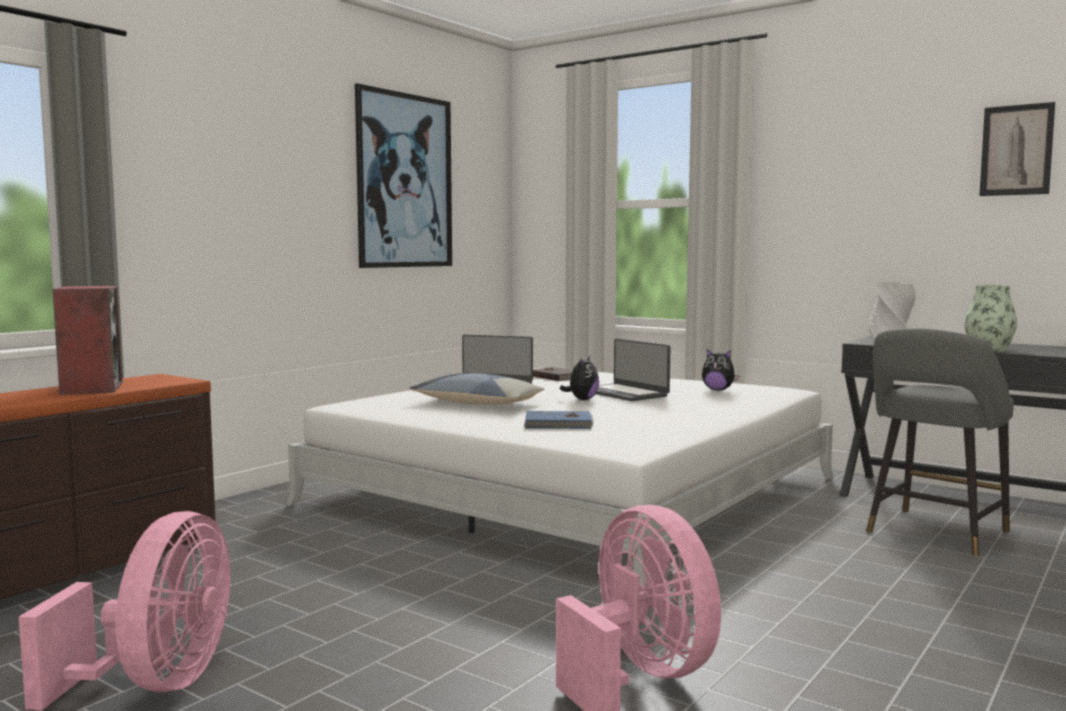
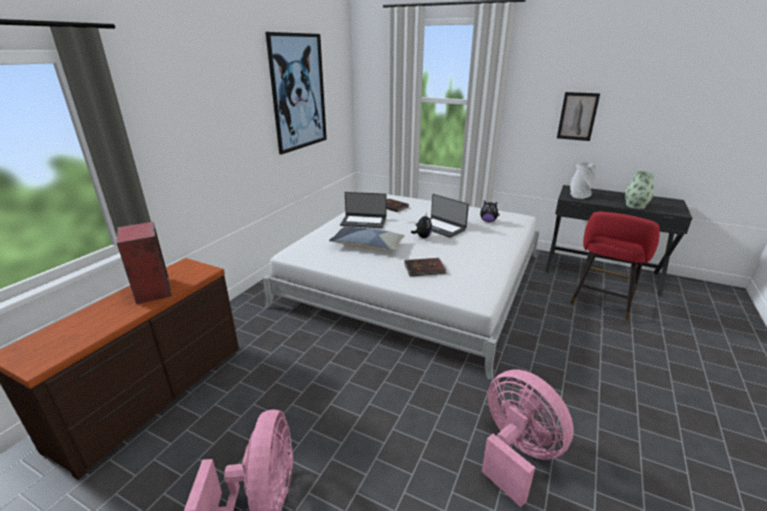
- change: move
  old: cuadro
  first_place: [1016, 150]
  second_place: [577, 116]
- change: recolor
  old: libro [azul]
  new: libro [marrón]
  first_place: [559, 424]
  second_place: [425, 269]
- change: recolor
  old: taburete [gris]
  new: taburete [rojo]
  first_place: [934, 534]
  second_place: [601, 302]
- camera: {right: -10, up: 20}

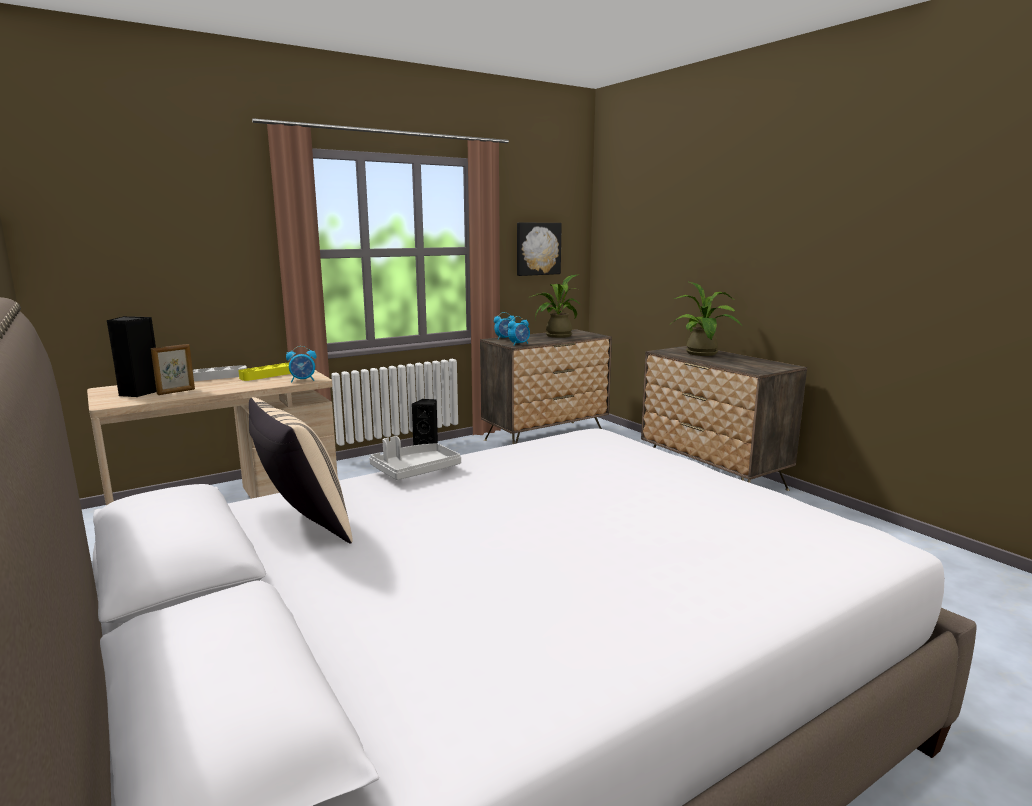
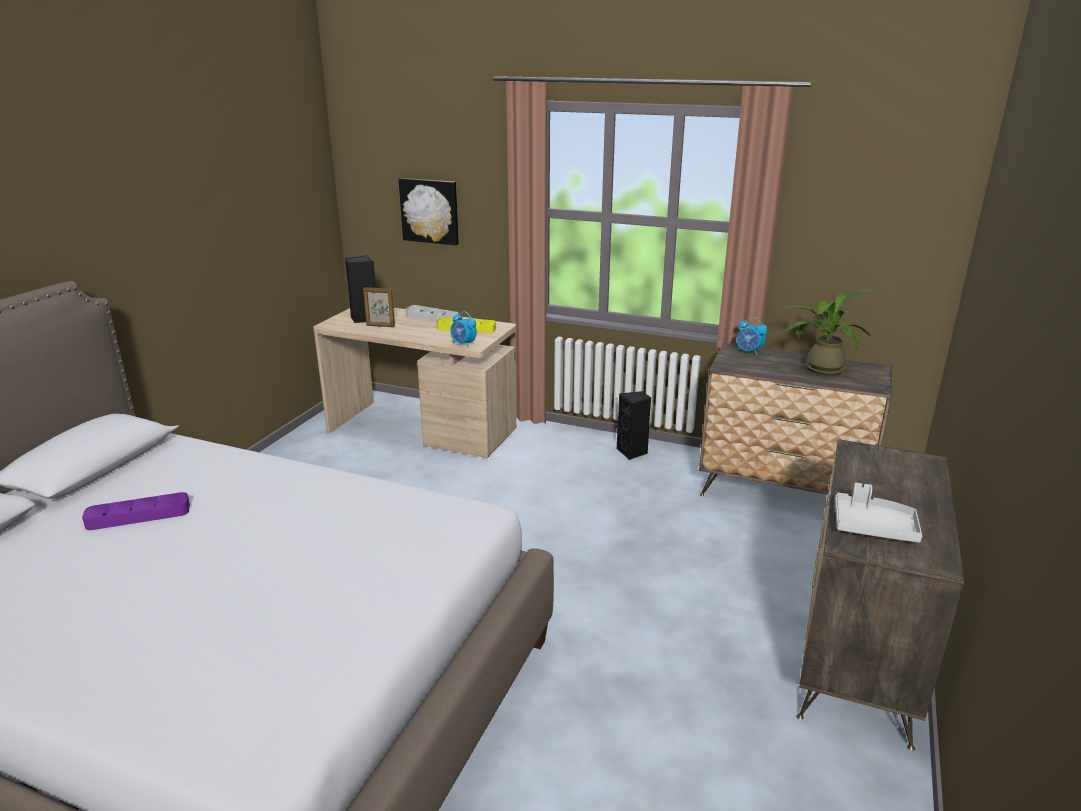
- change: delete
  old: cojín [beis]
  first_place: [302, 526]
- change: delete
  old: despertador
  first_place: [519, 344]
- change: delete
  old: planta en maceta
  first_place: [703, 354]
- change: insert
  new: bandeja [morado]
  second_place: [138, 516]
- change: move
  old: bandeja [gris]
  first_place: [415, 471]
  second_place: [873, 527]
- change: move
  old: cuadro
  first_place: [537, 248]
  second_place: [430, 211]
- camera: {right: 55, up: 10}

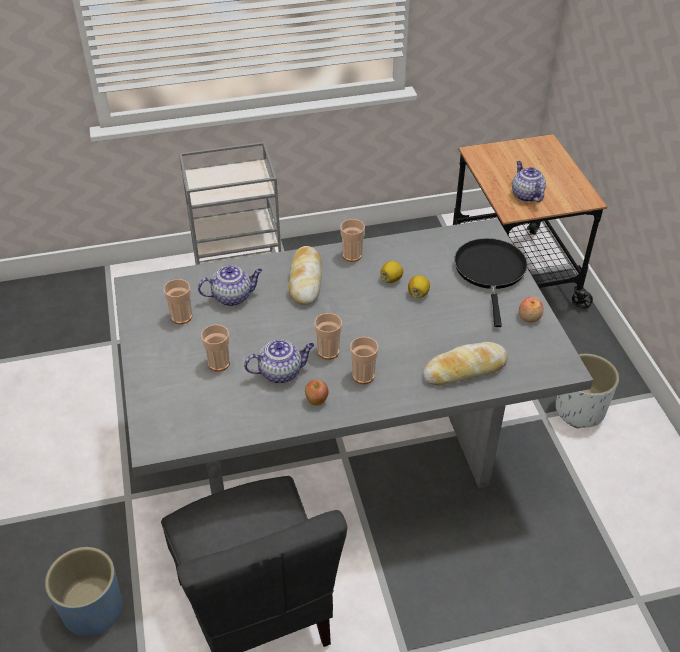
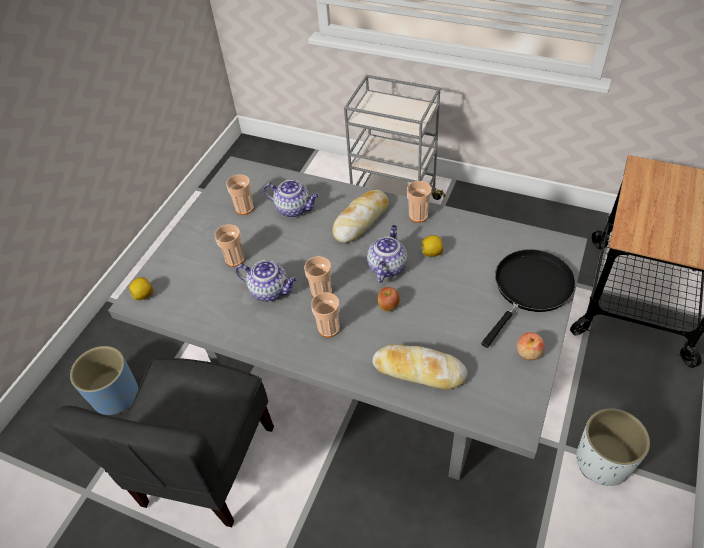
- change: move
  old: manzana
  first_place: [316, 400]
  second_place: [388, 306]
- change: move
  old: limón
  first_place: [418, 294]
  second_place: [144, 295]
- change: move
  old: tetera
  first_place: [526, 195]
  second_place: [387, 266]
- camera: {right: 40, up: 5}

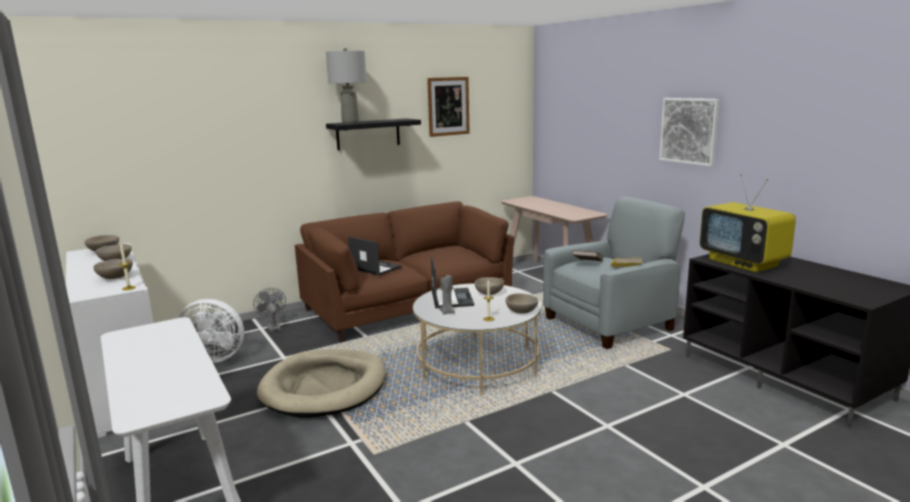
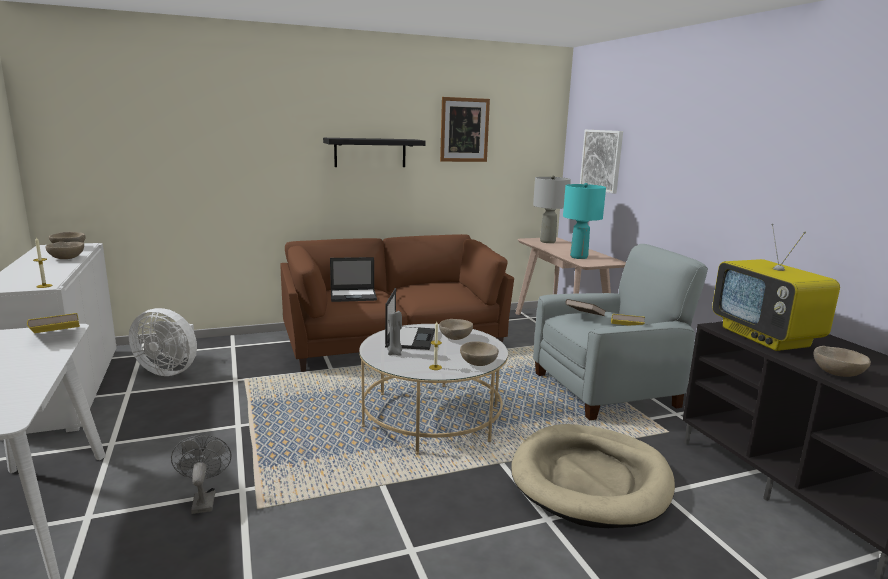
- change: insert
  new: libro [amarillo]
  second_place: [56, 336]
- change: insert
  new: lámpara de mesa [turquesa]
  second_place: [579, 257]
- change: move
  old: cuenco [beis]
  first_place: [116, 277]
  second_place: [838, 374]
- change: move
  old: ventilador [gris]
  first_place: [272, 327]
  second_place: [203, 500]
- change: move
  old: cama para perro [beis]
  first_place: [325, 387]
  second_place: [590, 479]
- change: move
  old: lámpara de mesa [gris]
  first_place: [350, 123]
  second_place: [547, 241]
- change: move
  old: cuadro
  first_place: [689, 131]
  second_place: [601, 160]
- change: rotate
  old: portátil
  first_place: [375, 267]
  second_place: [354, 296]
  degrees: 120
- camera: {right: 10, up: 0}

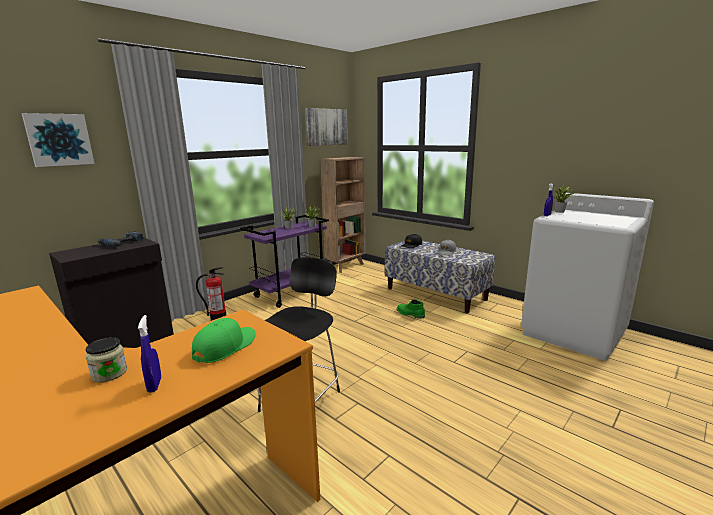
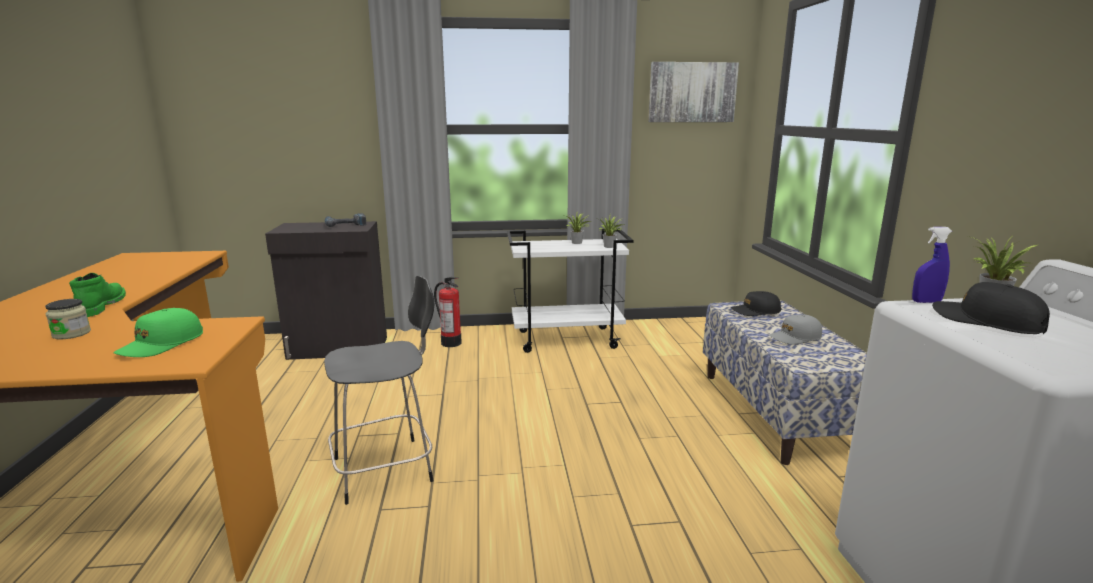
- change: delete
  old: cuadro
  first_place: [59, 140]
- change: delete
  old: pulverizador [azul]
  first_place: [154, 385]
- change: delete
  old: estantería [marrón]
  first_place: [346, 266]
- change: insert
  new: gorra [negro]
  second_place: [986, 321]
- change: move
  old: bota [verde]
  first_place: [410, 314]
  second_place: [101, 306]
- change: recolor
  old: carrito [morado]
  new: carrito [blanco]
  first_place: [291, 293]
  second_place: [567, 339]
- change: rotate
  old: gorra [verde]
  first_place: [225, 346]
  second_place: [161, 344]
  degrees: 135
- camera: {right: 40, up: 0}

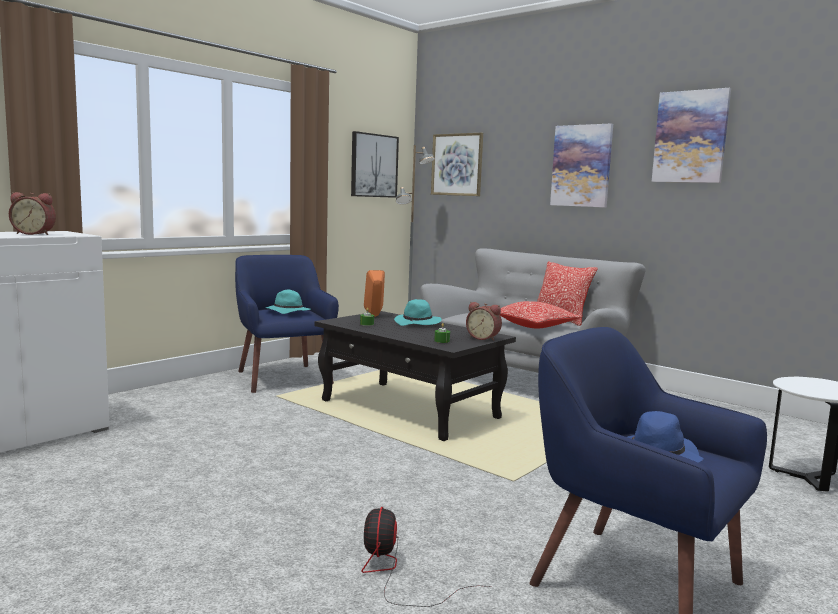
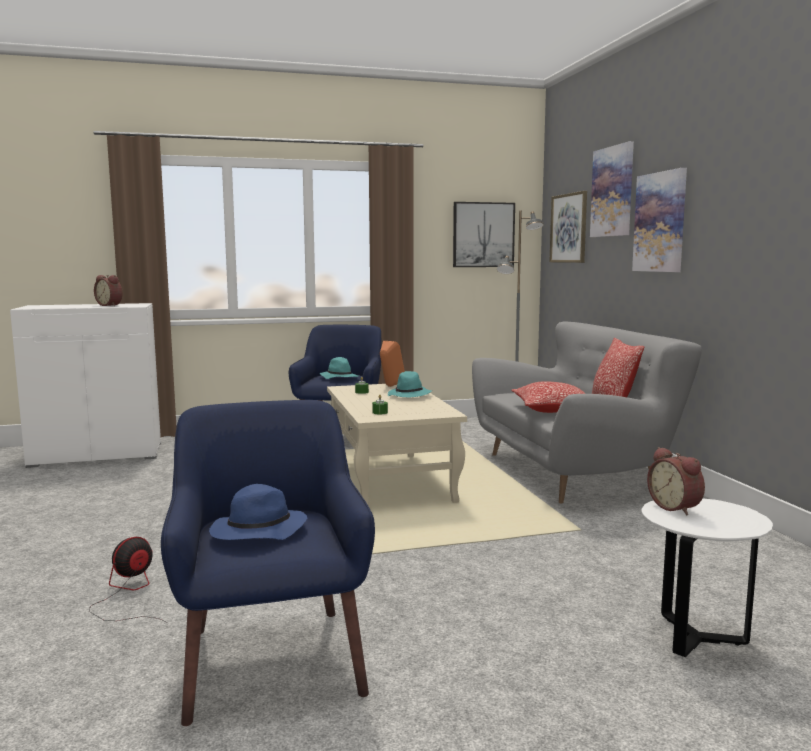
- change: move
  old: despertador
  first_place: [483, 338]
  second_place: [676, 507]
- change: move
  old: cuadro
  first_place: [690, 137]
  second_place: [612, 191]
- change: recolor
  old: mesa de centro [negro]
  new: mesa de centro [beis]
  first_place: [410, 409]
  second_place: [390, 481]
- camera: {right: 35, up: 0}

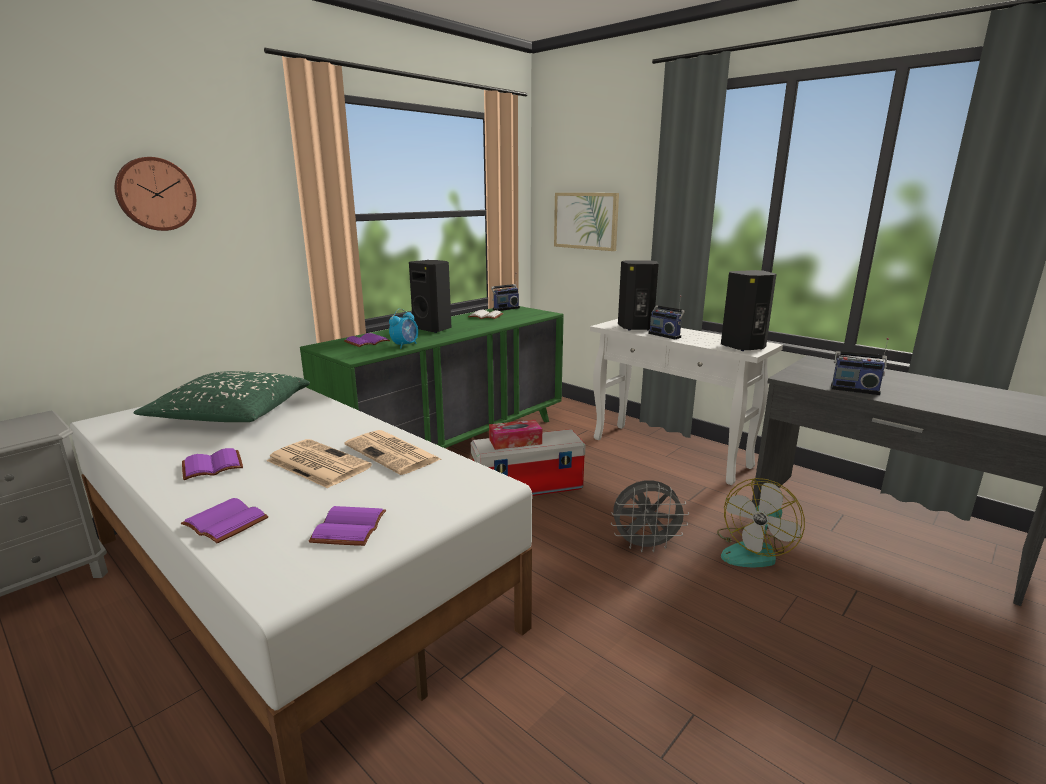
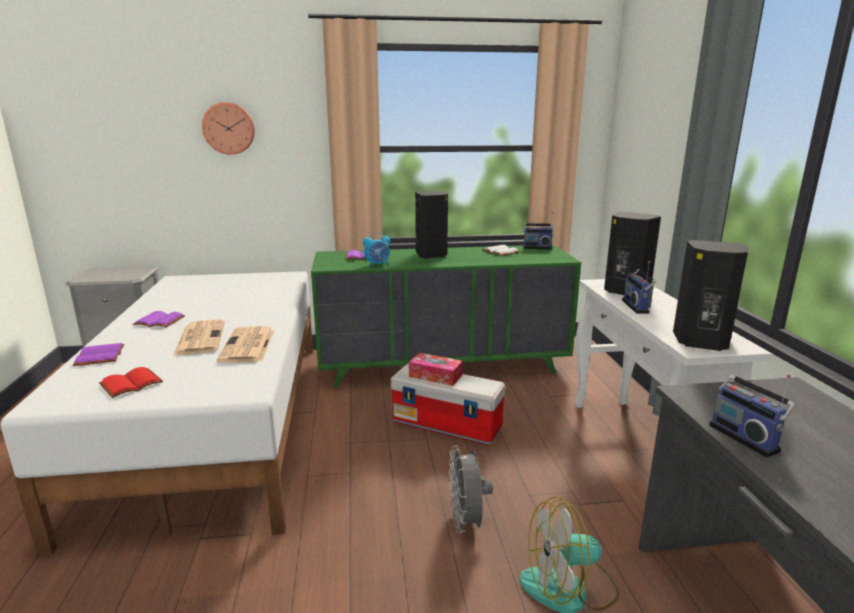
- change: delete
  old: cojín [verde]
  first_place: [230, 415]
- change: delete
  old: cuadro
  first_place: [586, 221]
- change: recolor
  old: libro [morado]
  new: libro [rojo]
  first_place: [350, 528]
  second_place: [131, 385]
- change: rotate
  old: ventilador [gris]
  first_place: [645, 546]
  second_place: [466, 522]
  degrees: 45
- camera: {right: 40, up: 0}

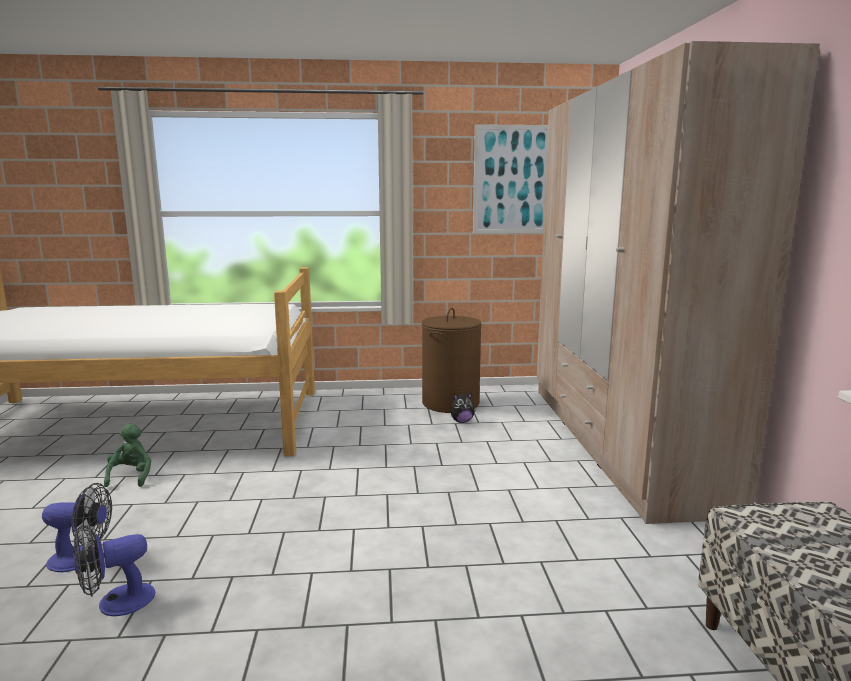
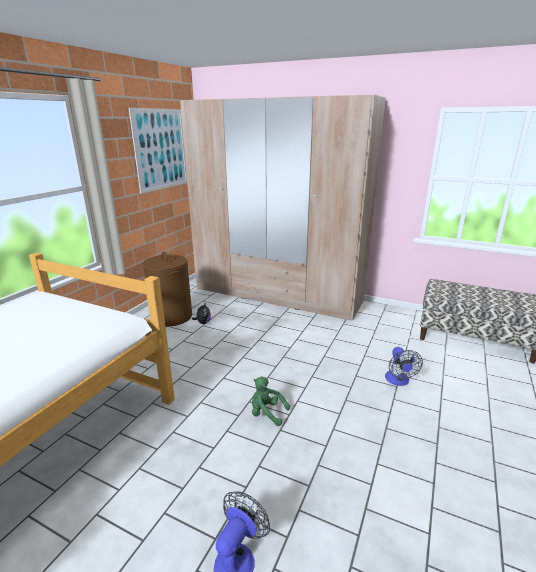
- change: move
  old: ventilador
  first_place: [116, 603]
  second_place: [398, 381]
- change: move
  old: peluche [verde]
  first_place: [131, 476]
  second_place: [267, 413]
- camera: {right: -60, up: 10}

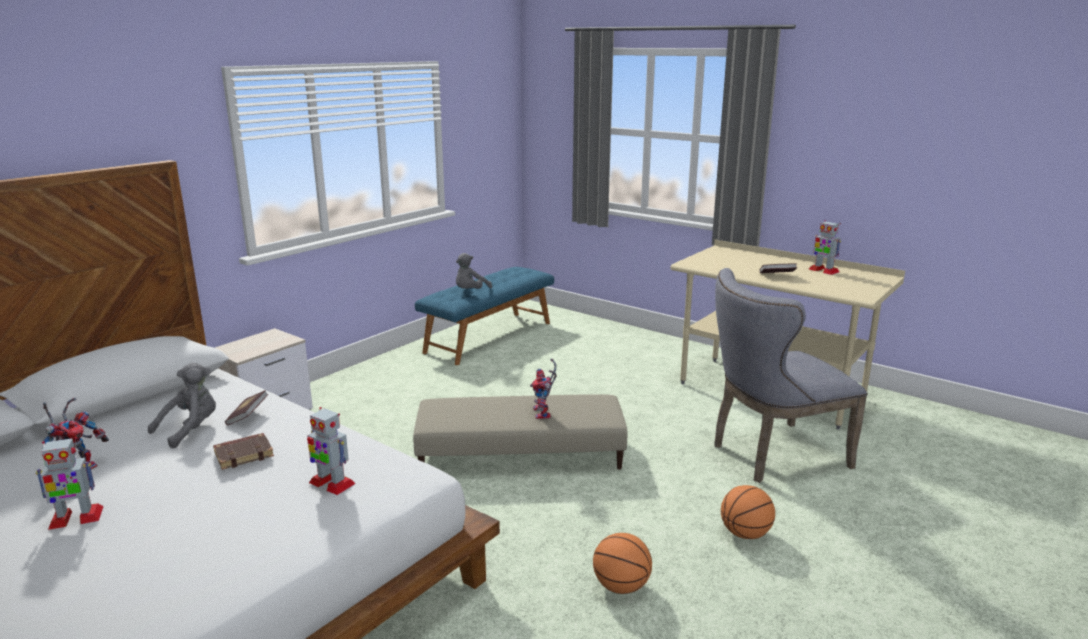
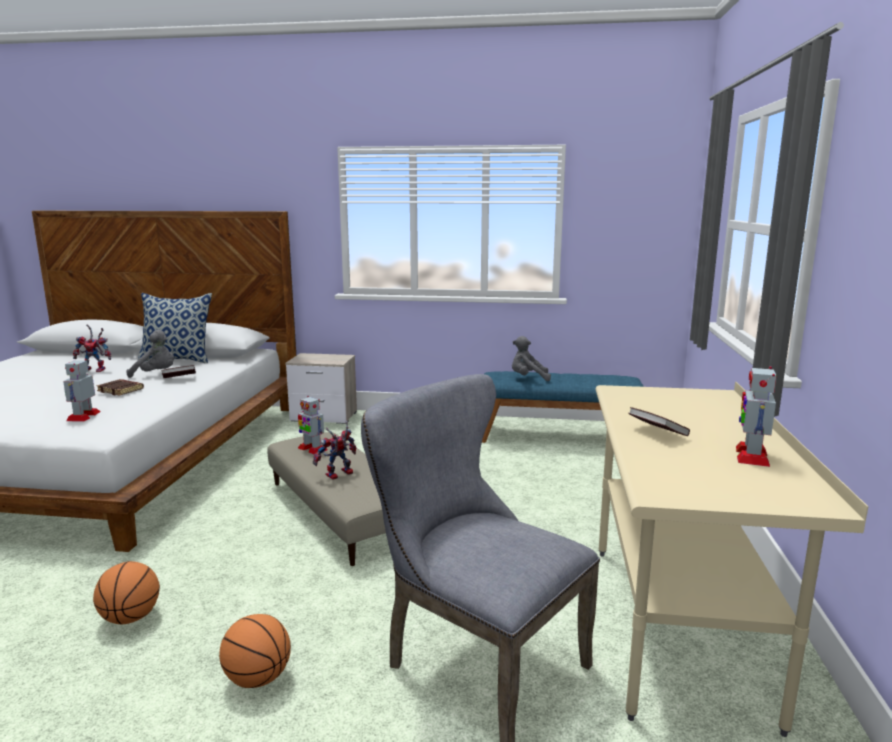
- change: insert
  new: cojín
  second_place: [178, 360]
- change: move
  old: robot de juguete
  first_place: [75, 518]
  second_place: [312, 449]
- camera: {right: 60, up: -5}

